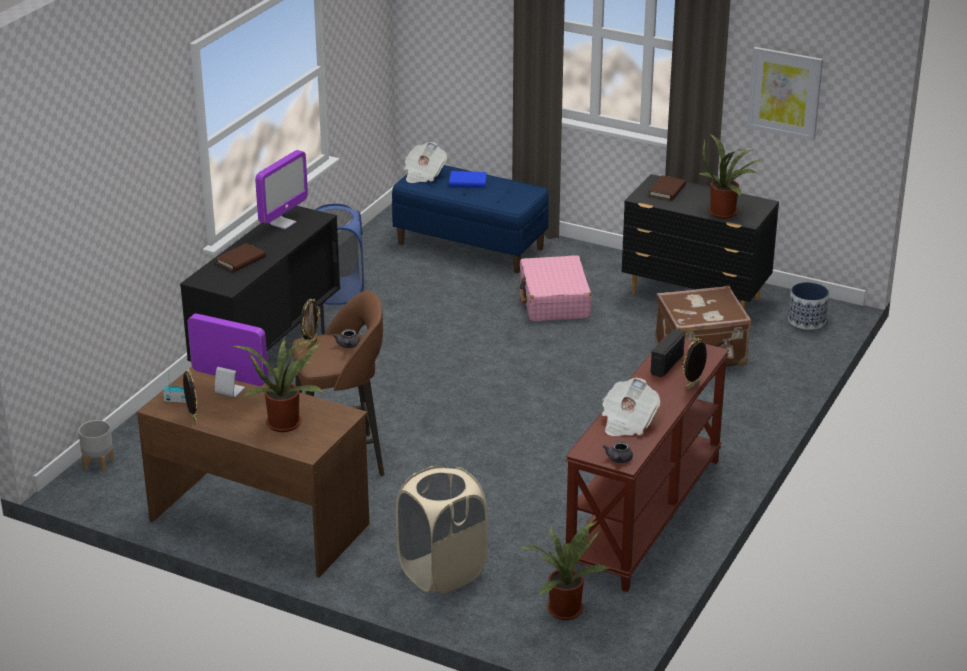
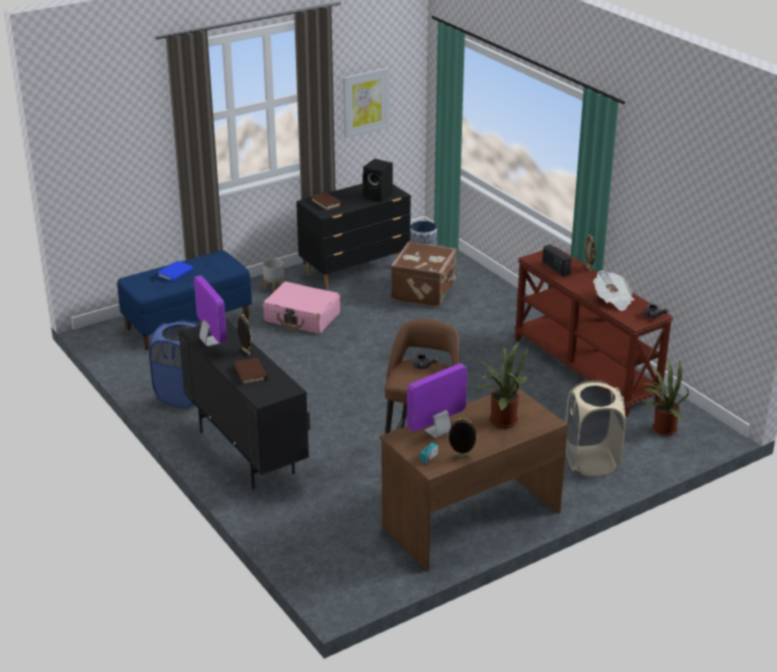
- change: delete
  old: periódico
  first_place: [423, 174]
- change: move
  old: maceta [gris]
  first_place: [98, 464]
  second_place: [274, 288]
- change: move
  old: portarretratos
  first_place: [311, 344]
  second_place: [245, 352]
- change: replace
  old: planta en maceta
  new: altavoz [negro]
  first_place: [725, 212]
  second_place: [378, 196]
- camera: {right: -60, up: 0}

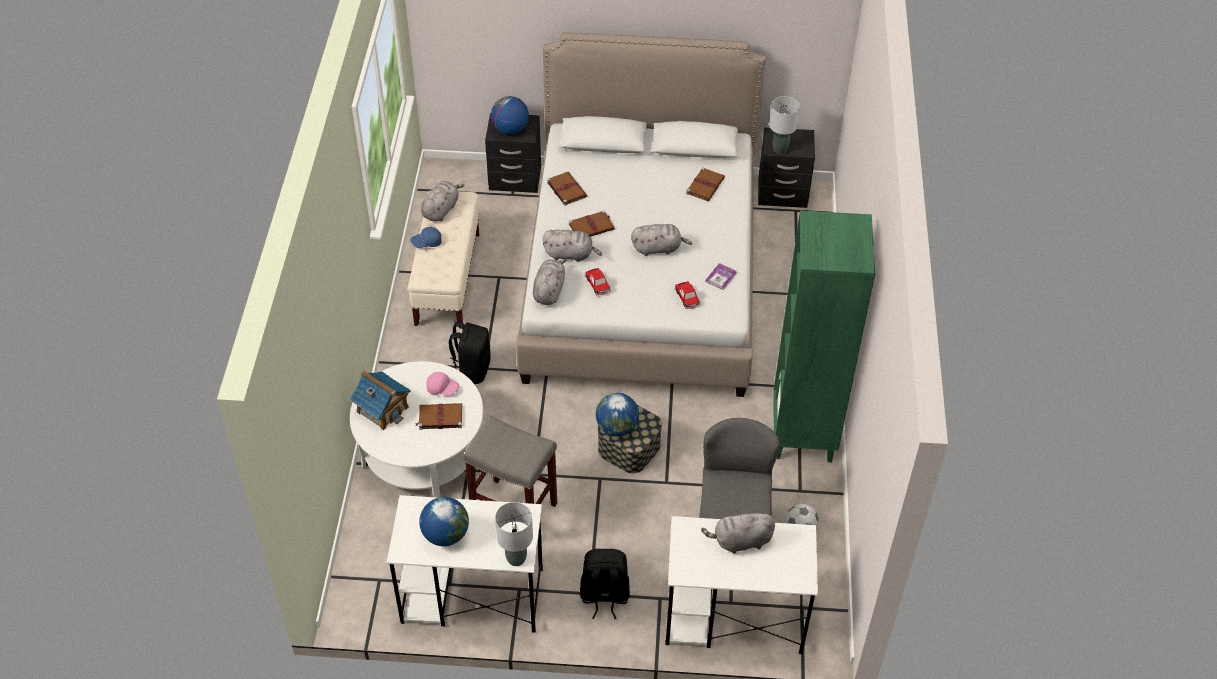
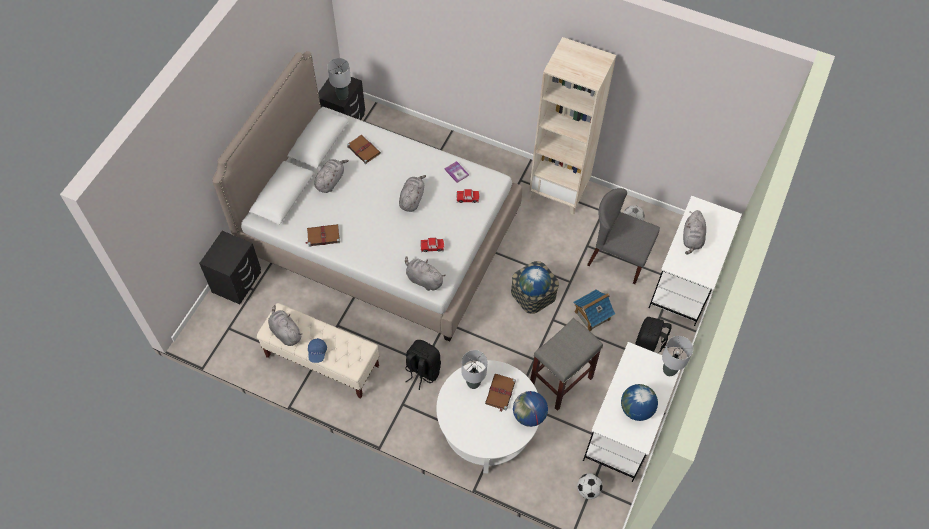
- change: delete
  old: libro [marrón]
  first_place: [592, 226]
- change: insert
  new: balón de fútbol
  second_place: [588, 490]
- change: move
  old: casita
  first_place: [382, 409]
  second_place: [592, 315]
- change: move
  old: globo terráqueo
  first_place: [510, 129]
  second_place: [529, 415]
- change: move
  old: peluche [gris]
  first_place: [570, 254]
  second_place: [330, 181]
- change: replace
  old: gorra [rosa]
  new: lámpara de mesa [gris]
  first_place: [442, 388]
  second_place: [473, 383]
- change: recolor
  old: estantería [verde]
  new: estantería [beis]
  first_place: [803, 434]
  second_place: [559, 192]
- camera: {right: -70, up: 10}

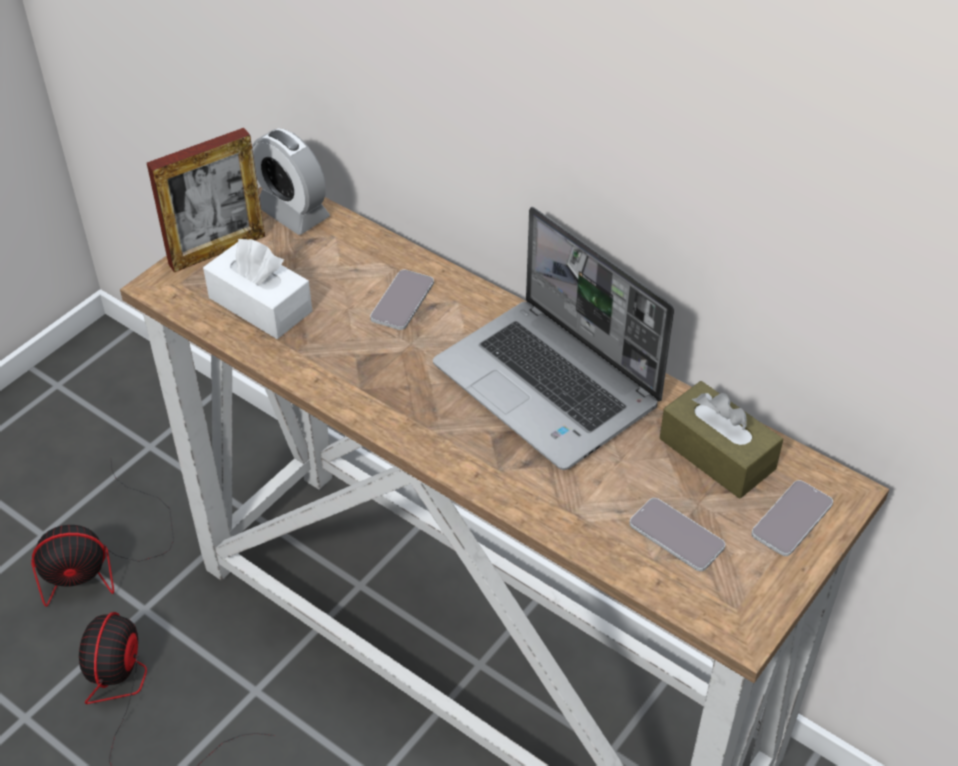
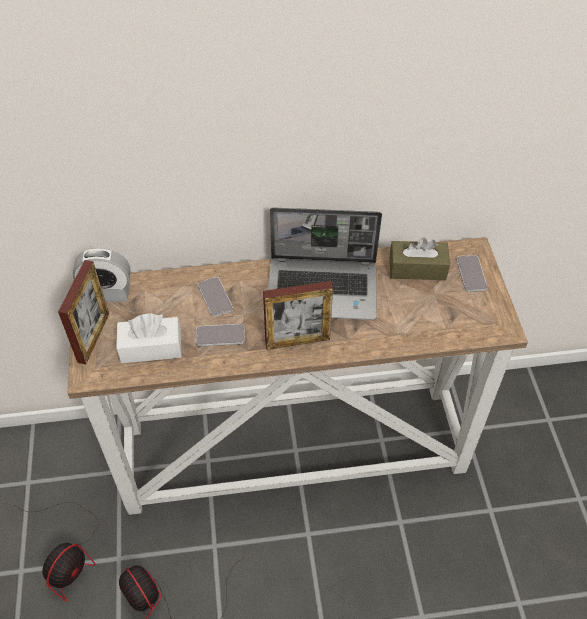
- change: insert
  new: portarretratos
  second_place: [297, 341]
- change: move
  old: móvil
  first_place: [676, 535]
  second_place: [220, 336]
- camera: {right: -45, up: 5}

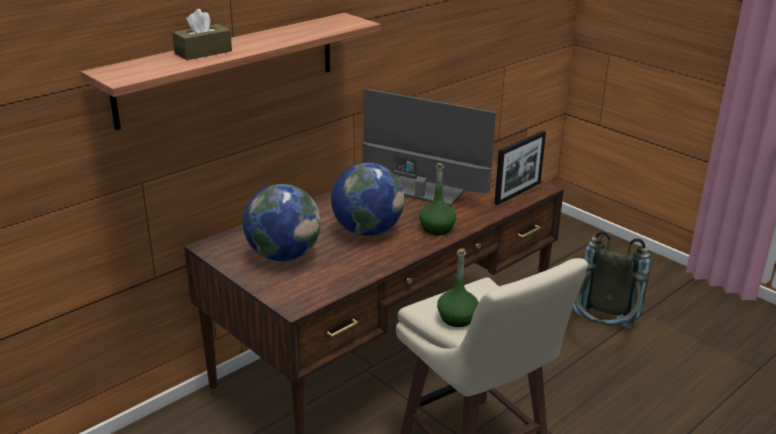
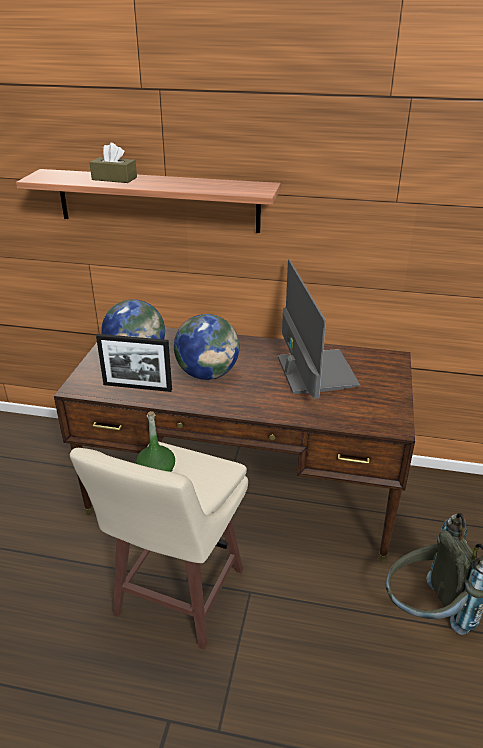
- change: delete
  old: botella [verde]
  first_place: [437, 228]
- change: move
  old: portarretratos
  first_place: [517, 193]
  second_place: [137, 387]
- camera: {right: 55, up: 5}

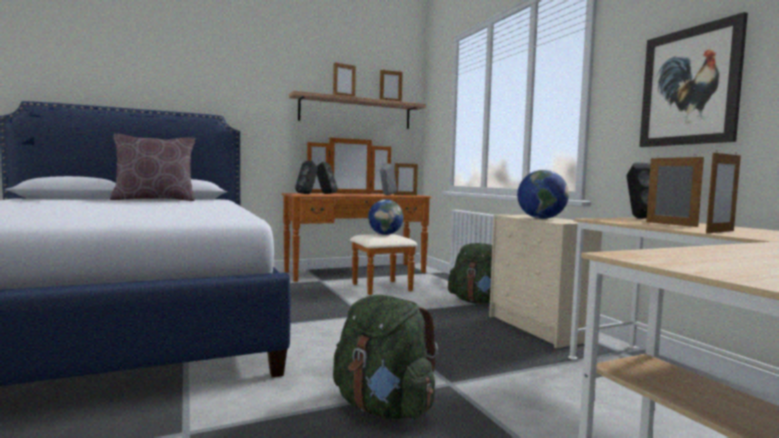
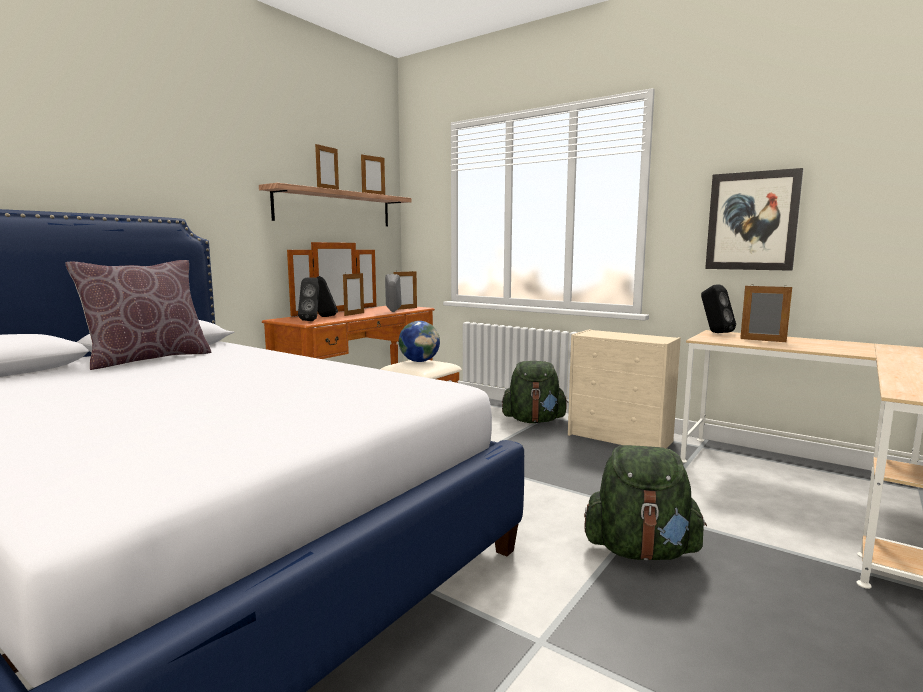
- change: delete
  old: globo terráqueo
  first_place: [541, 218]
- change: move
  old: portarretratos
  first_place: [720, 232]
  second_place: [354, 314]
- camera: {right: -30, up: 5}

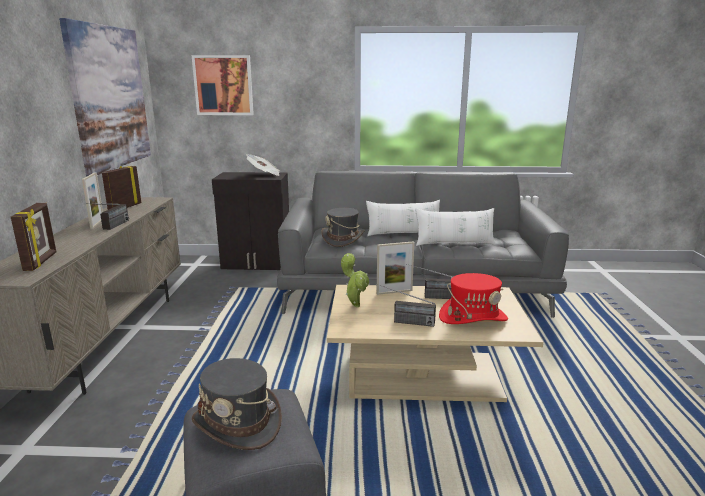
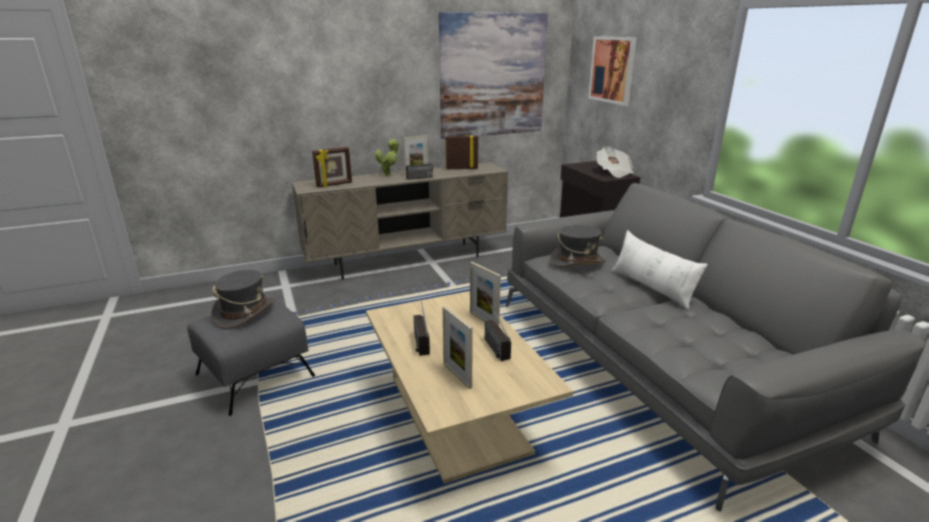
- change: delete
  old: cojín [blanco]
  first_place: [454, 243]
- change: move
  old: planta en maceta
  first_place: [355, 305]
  second_place: [389, 175]
- change: replace
  old: sombrero [rojo]
  new: portarretratos
  first_place: [473, 317]
  second_place: [457, 375]
- camera: {right: 65, up: 5}

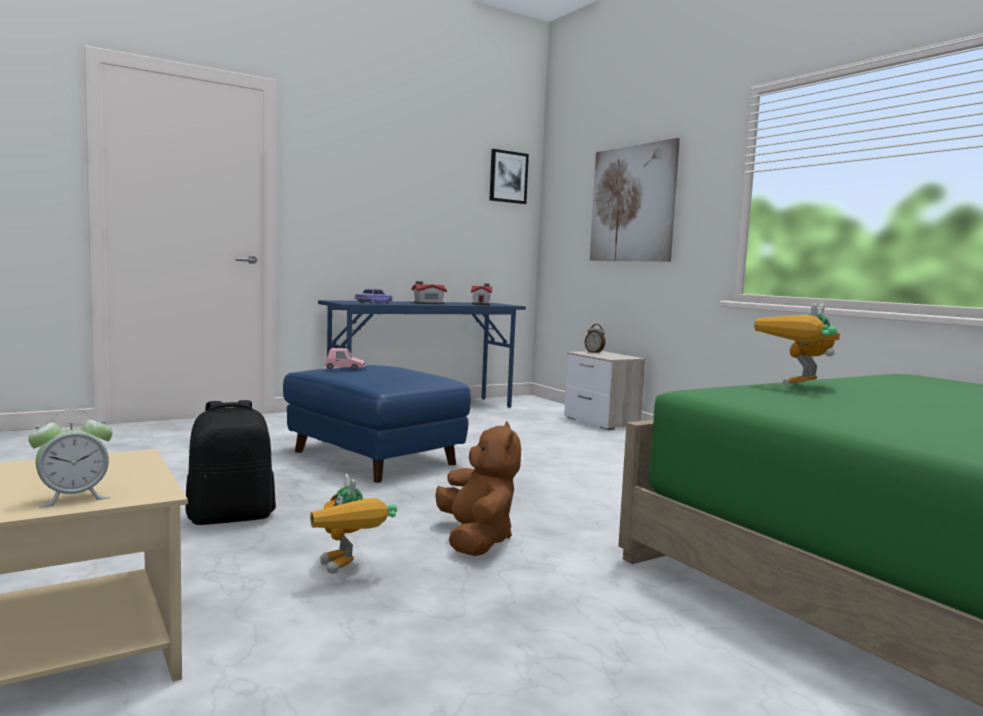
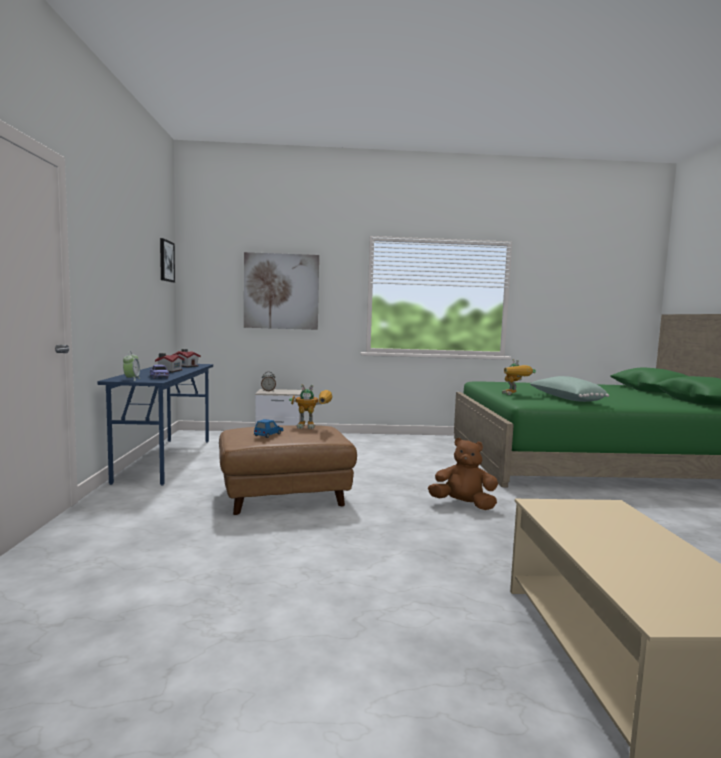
- change: delete
  old: mochila [negro]
  first_place: [231, 517]
- change: insert
  new: cojín [verde]
  second_place: [565, 399]
- change: move
  old: despertador
  first_place: [73, 498]
  second_place: [132, 379]
- change: move
  old: robot de juguete
  first_place: [349, 570]
  second_place: [313, 427]
- change: recolor
  old: puf [azul]
  new: puf [marrón]
  first_place: [375, 457]
  second_place: [285, 496]
- change: recolor
  old: coche de juguete [rosa]
  new: coche de juguete [azul]
  first_place: [345, 368]
  second_place: [268, 434]
- camera: {right: -60, up: 0}

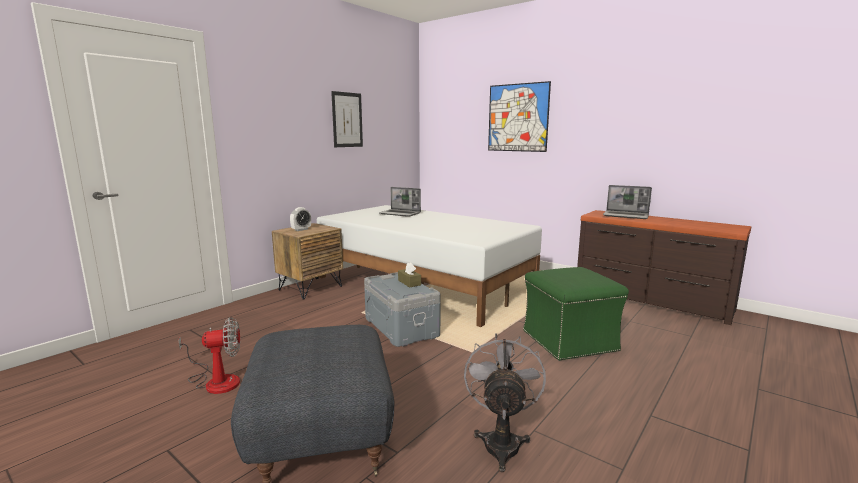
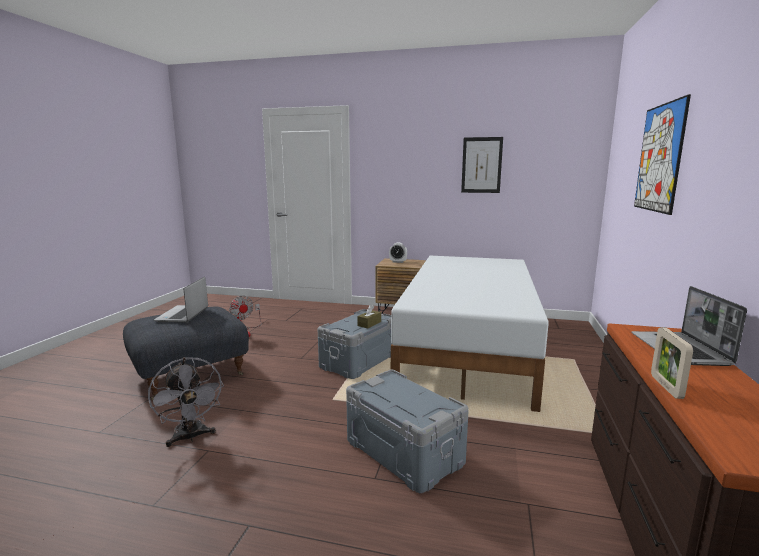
- change: insert
  new: portarretratos
  second_place: [666, 387]
- change: move
  old: portátil
  first_place: [400, 213]
  second_place: [183, 315]
- change: replace
  old: puf [verde]
  new: caja de almacenaje [gris]
  first_place: [569, 341]
  second_place: [403, 453]
- change: rotate
  old: ventilador [gris]
  first_place: [501, 441]
  second_place: [191, 437]
  degrees: 75
- camera: {right: 65, up: 0}

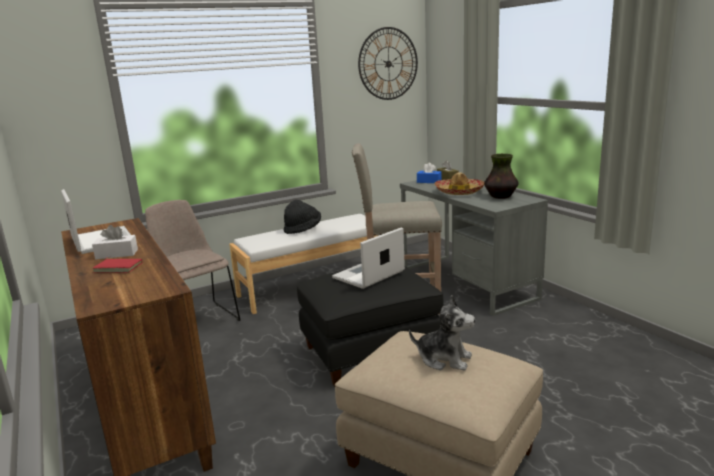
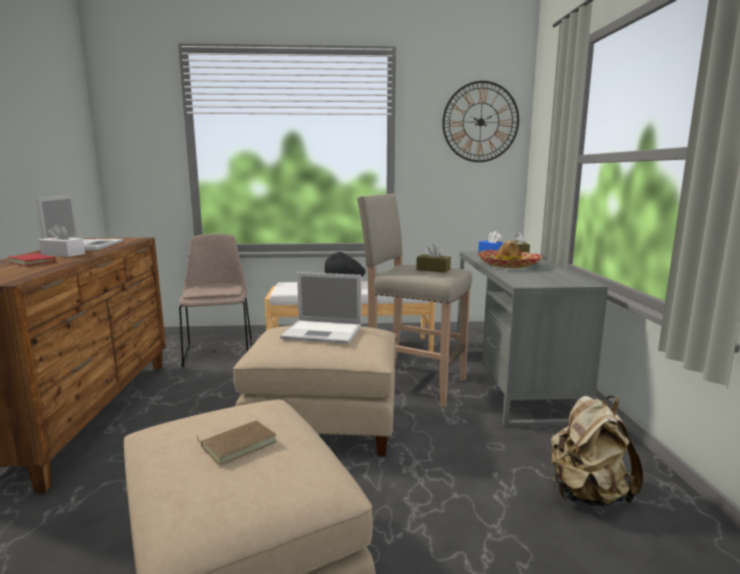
- change: delete
  old: florero
  first_place: [500, 197]
- change: insert
  new: caja de pañuelos [marrón]
  second_place: [433, 270]
- change: insert
  new: mochila [beis]
  second_place: [587, 495]
- change: replace
  old: peluche
  new: libro [marrón]
  first_place: [444, 359]
  second_place: [238, 444]
- change: recolor
  old: puf [negro]
  new: puf [beis]
  first_place: [370, 351]
  second_place: [324, 425]
- change: rotate
  old: portátil
  first_place: [367, 275]
  second_place: [324, 332]
  degrees: -150
- camera: {right: 25, up: -5}

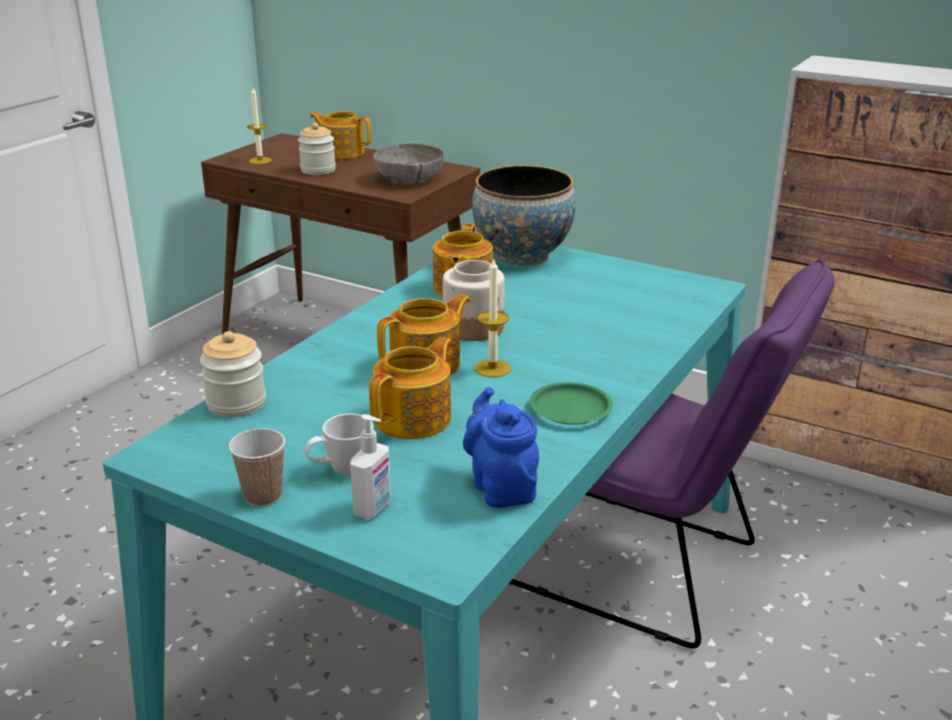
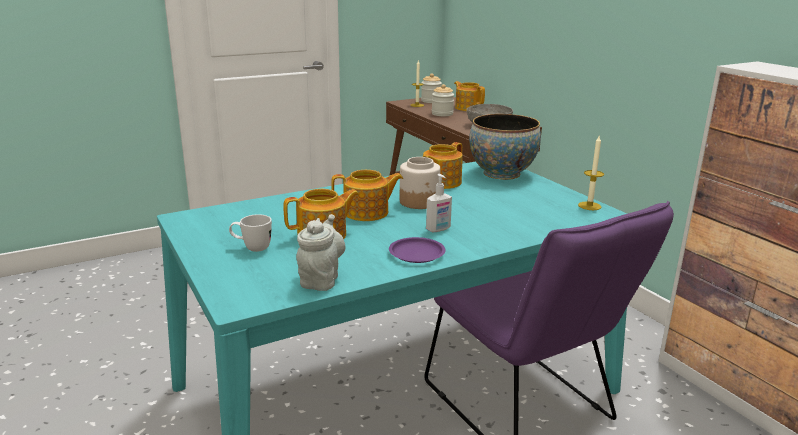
- change: delete
  old: taza
  first_place: [263, 496]
- change: move
  old: tarro
  first_place: [236, 404]
  second_place: [431, 101]
- change: move
  old: dispensador de jabón
  first_place: [373, 509]
  second_place: [438, 229]
- change: move
  old: vela
  first_place: [492, 368]
  second_place: [589, 206]
- change: recolor
  old: tetera [azul]
  new: tetera [gris]
  first_place: [501, 487]
  second_place: [321, 279]
- change: recolor
  old: plato [verde]
  new: plato [morado]
  first_place: [571, 409]
  second_place: [417, 254]
- camera: {right: 30, up: -5}

